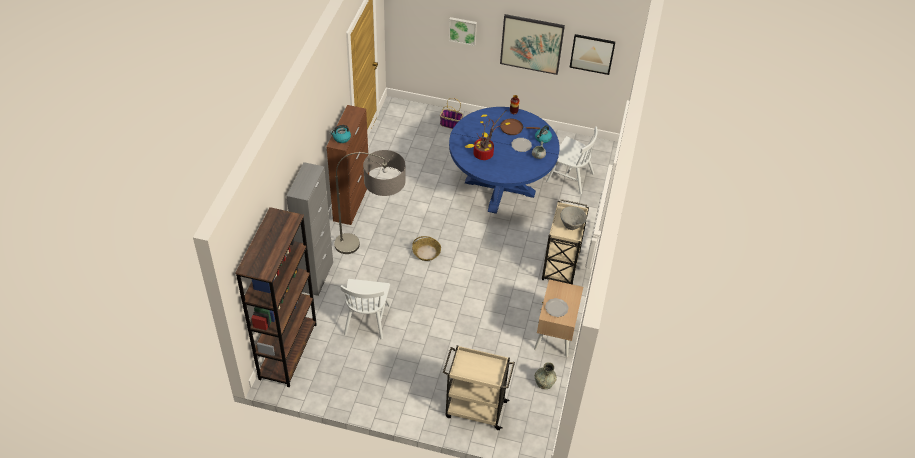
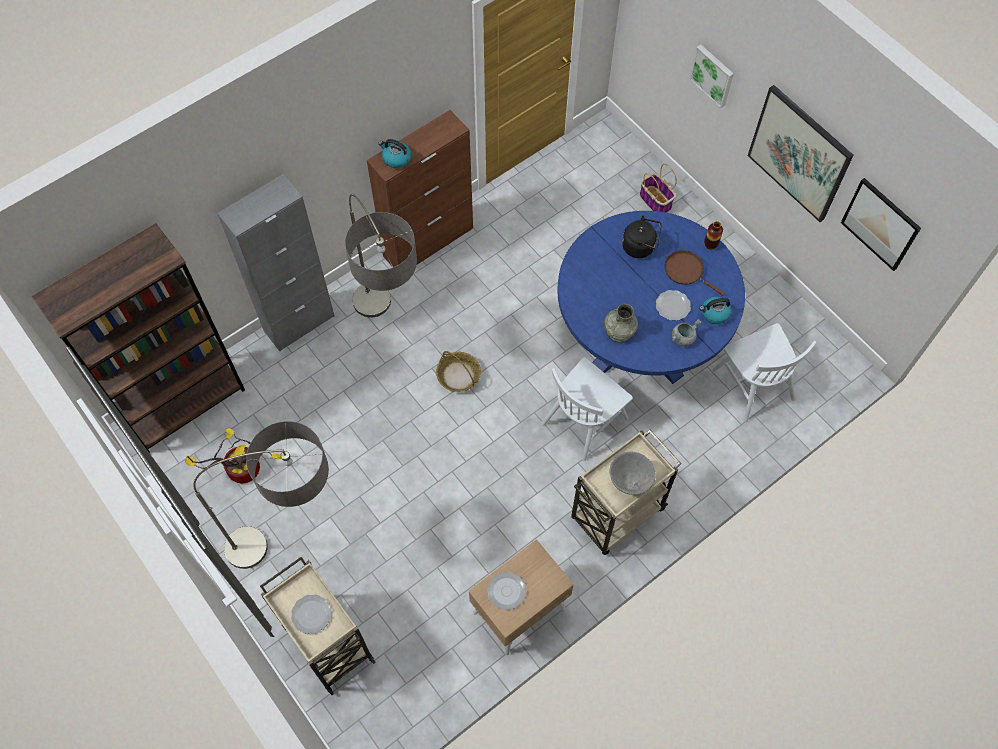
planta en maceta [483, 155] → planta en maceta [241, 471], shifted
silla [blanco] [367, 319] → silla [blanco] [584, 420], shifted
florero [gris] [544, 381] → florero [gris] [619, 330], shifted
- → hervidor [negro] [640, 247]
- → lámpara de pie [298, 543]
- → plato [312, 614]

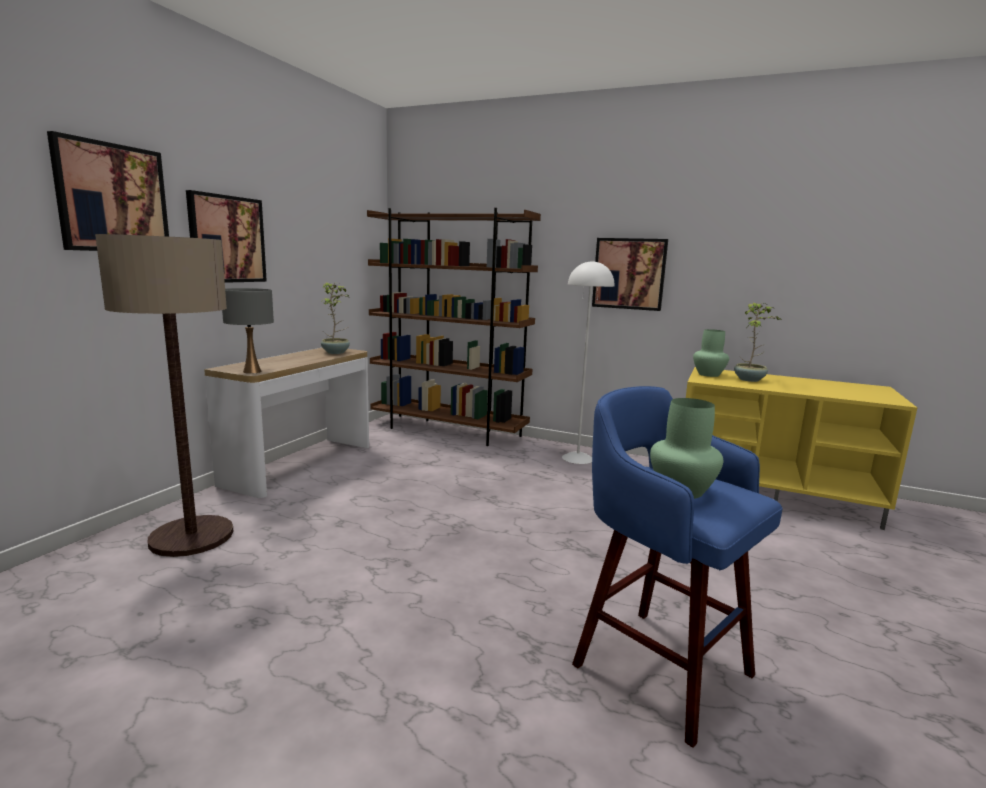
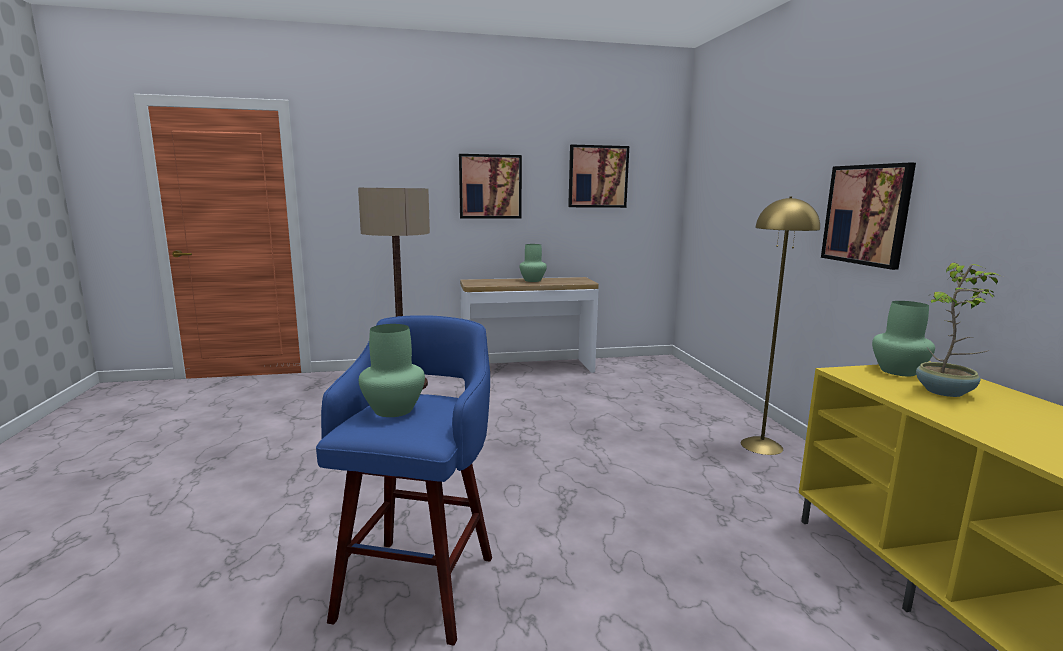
cuadro [112, 198] → cuadro [598, 176], shifted
estantería [marrón] [448, 431] → -
lámpara de pie [blanco] [577, 458] → lámpara de pie [amarillo] [761, 445]
planta en maceta [336, 352] → -
lámpara de mesa [gris] [251, 371] → -
- → florero [verde] [532, 280]

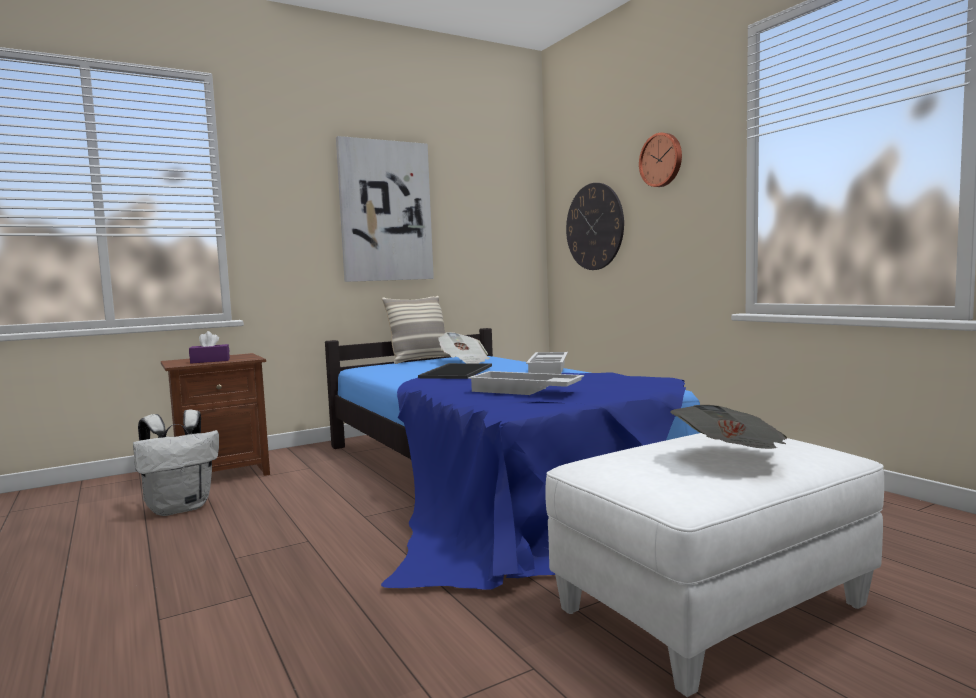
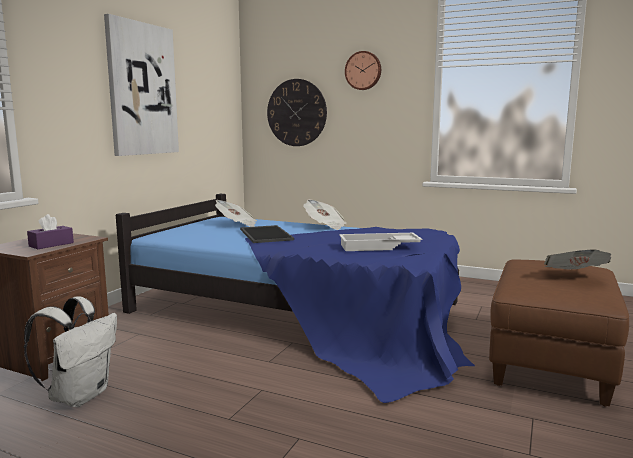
cojín [420, 359] → -
bandeja [blanco] [549, 368] → periódico [325, 226]
puf [blanco] [711, 608] → puf [marrón] [549, 362]

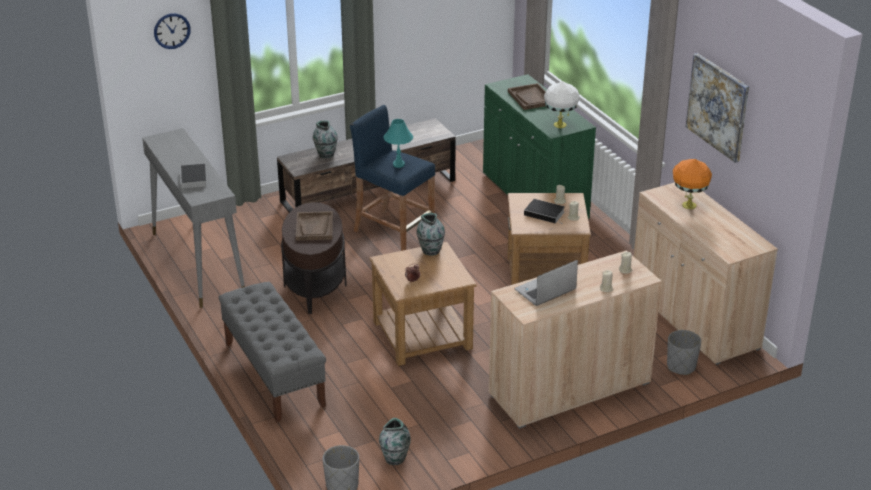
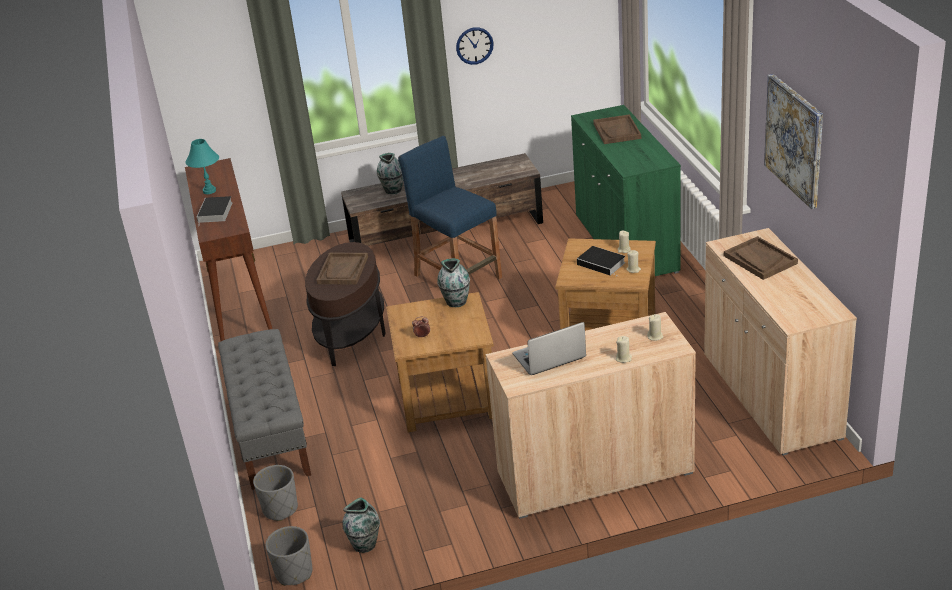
reloj de pared [172, 31] → reloj de pared [474, 45], shifted
lámpara de mesa [blanco] [560, 125] → -
lámpara de mesa [turquesa] [398, 165] → lámpara de mesa [turquesa] [209, 191], shifted
mesa consola [gris] [197, 263] → mesa consola [marrón] [239, 303]
lámpara de mesa [naranja] [688, 205] → bandeja [marrón] [760, 260]
maceta [gris] [681, 366] → maceta [gris] [280, 509], shifted

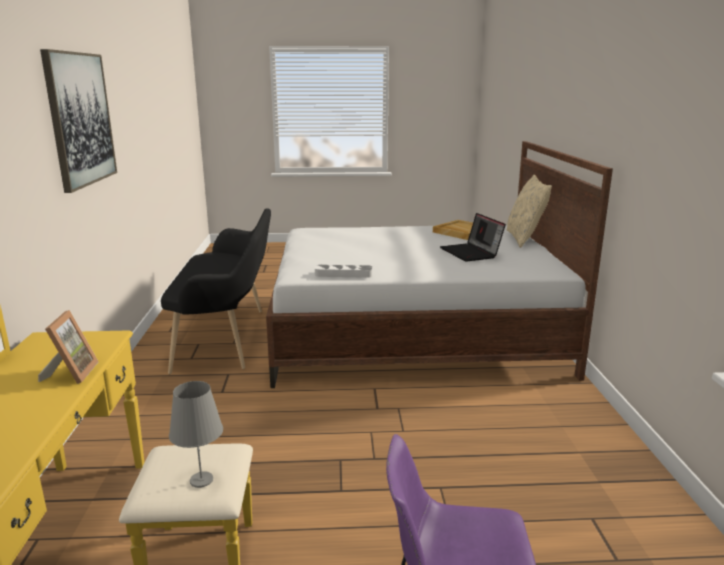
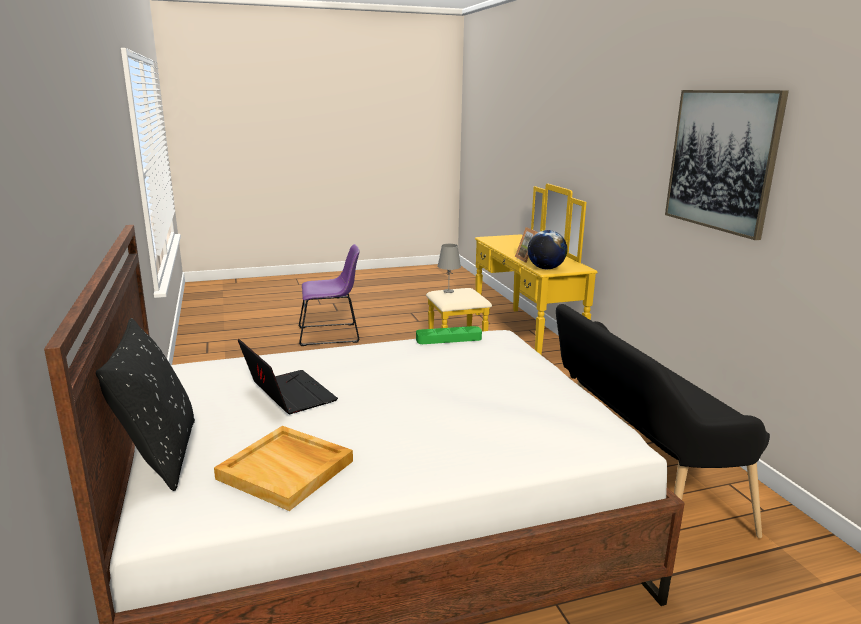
cojín [beis] [524, 239] → cojín [negro] [160, 456]
bandeja [gris] [343, 274] → bandeja [verde] [448, 339]
- → globo terráqueo [545, 268]

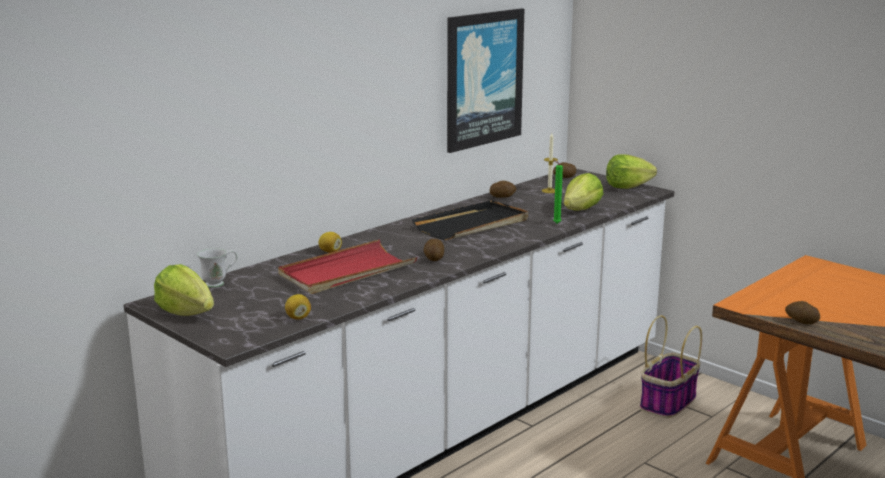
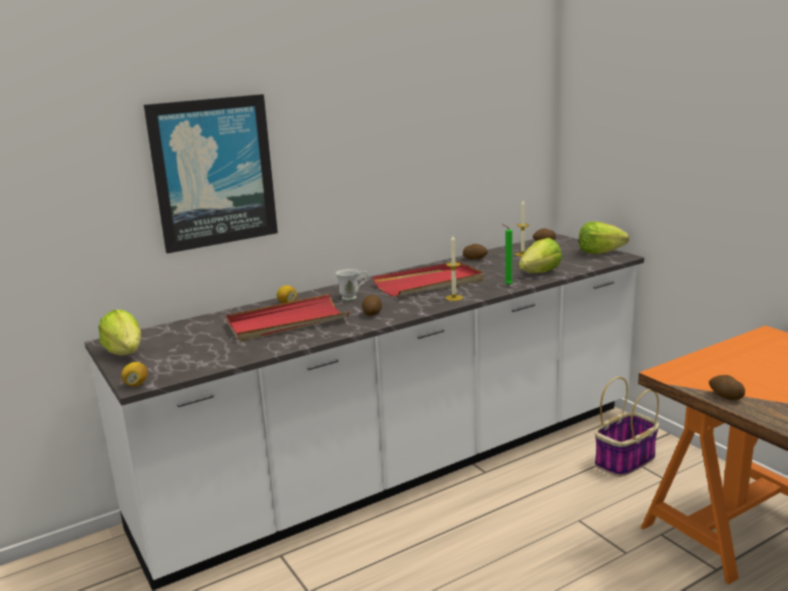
cuadro [483, 79] → cuadro [213, 172], shifted
bandeja [negro] [472, 225] → bandeja [rojo] [429, 283]
taza grande [blanco] [219, 283] → taza grande [blanco] [353, 297], shifted
limón [298, 317] → limón [136, 384], shifted
- → vela [454, 298]

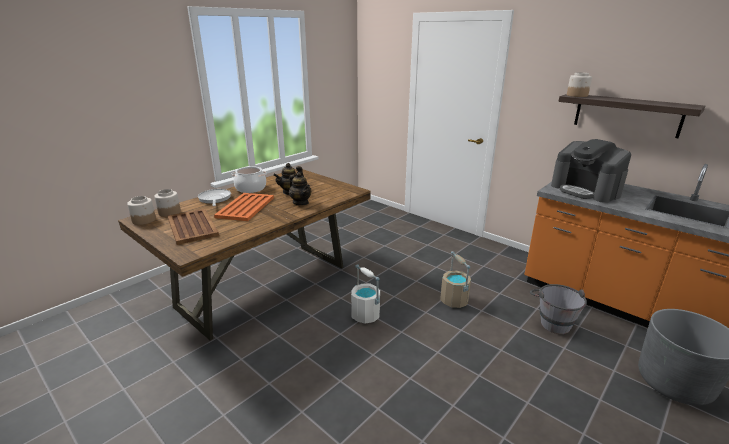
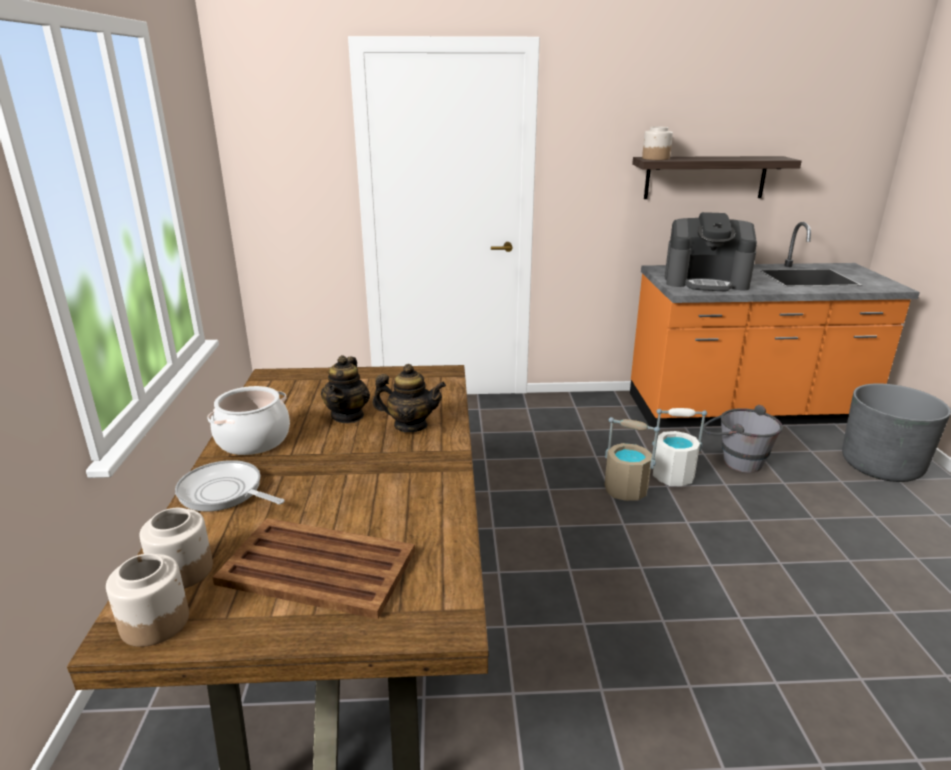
bandeja [naranja] [245, 207] → -
cubo [blanco] [366, 315] → cubo [blanco] [673, 476], shifted

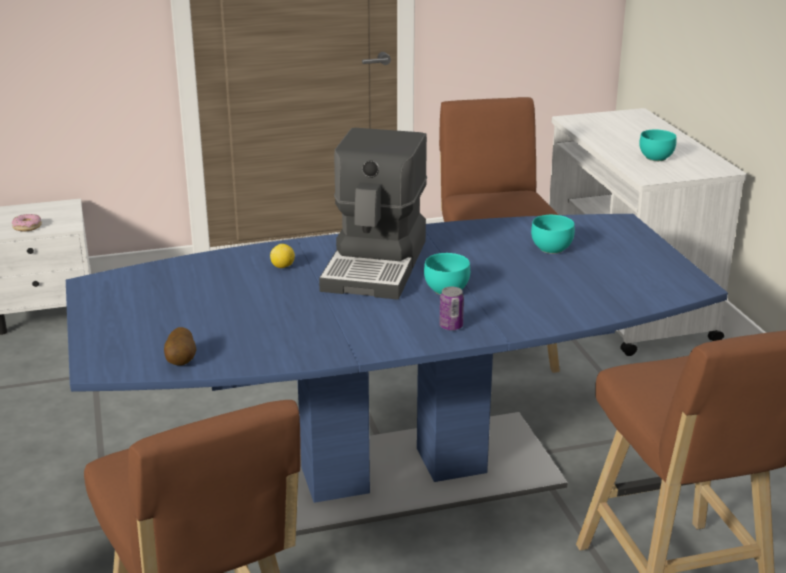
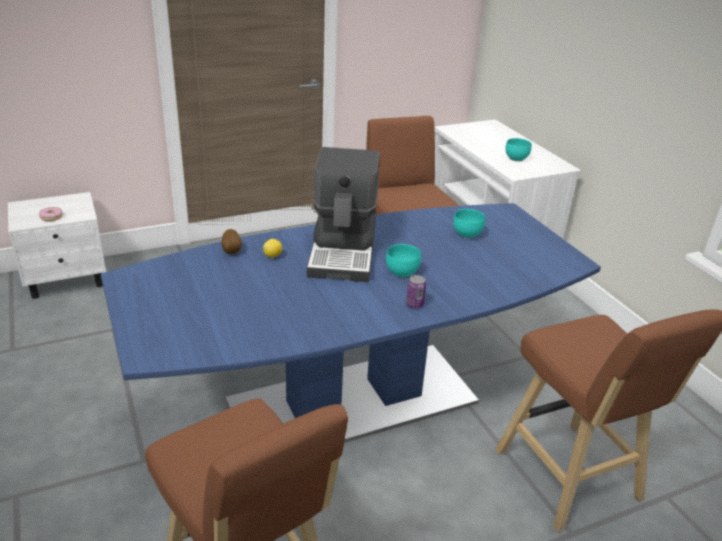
patata [182, 361] → patata [232, 251], shifted

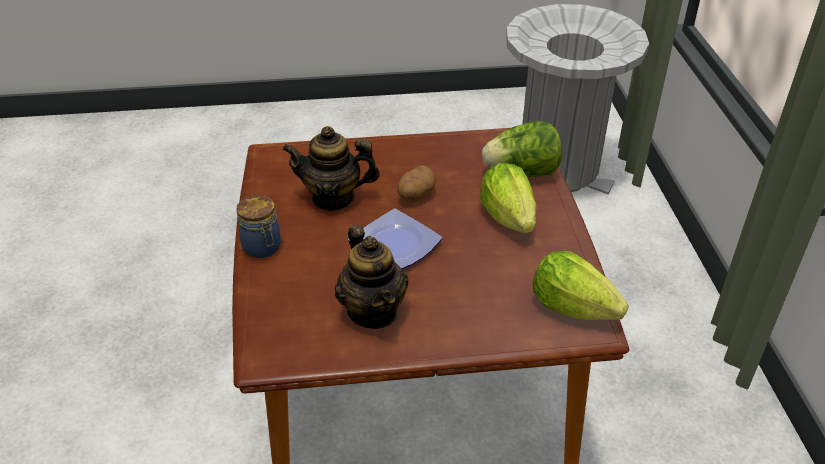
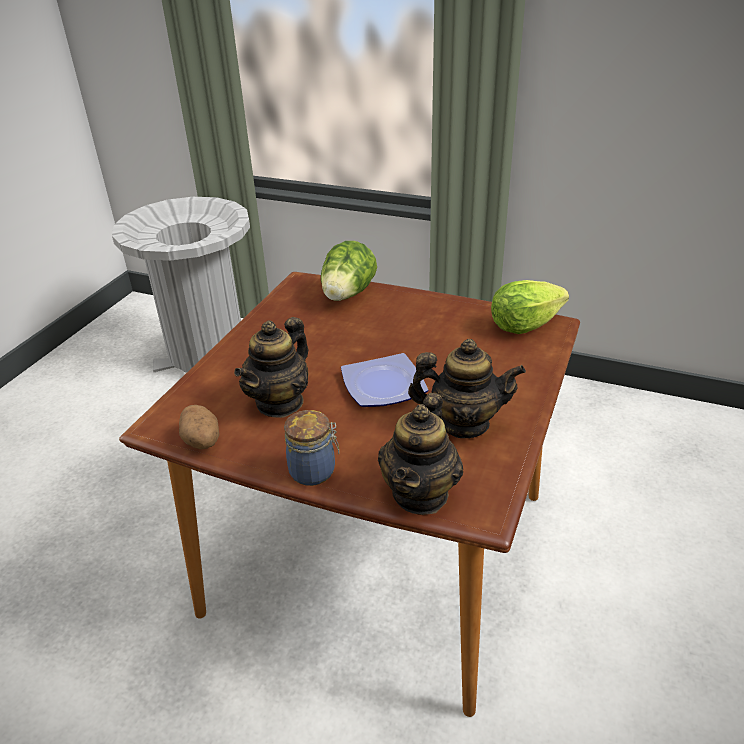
lechuga [508, 217] → -
patata [415, 196] → patata [202, 441], shifted
- → tetera [421, 494]

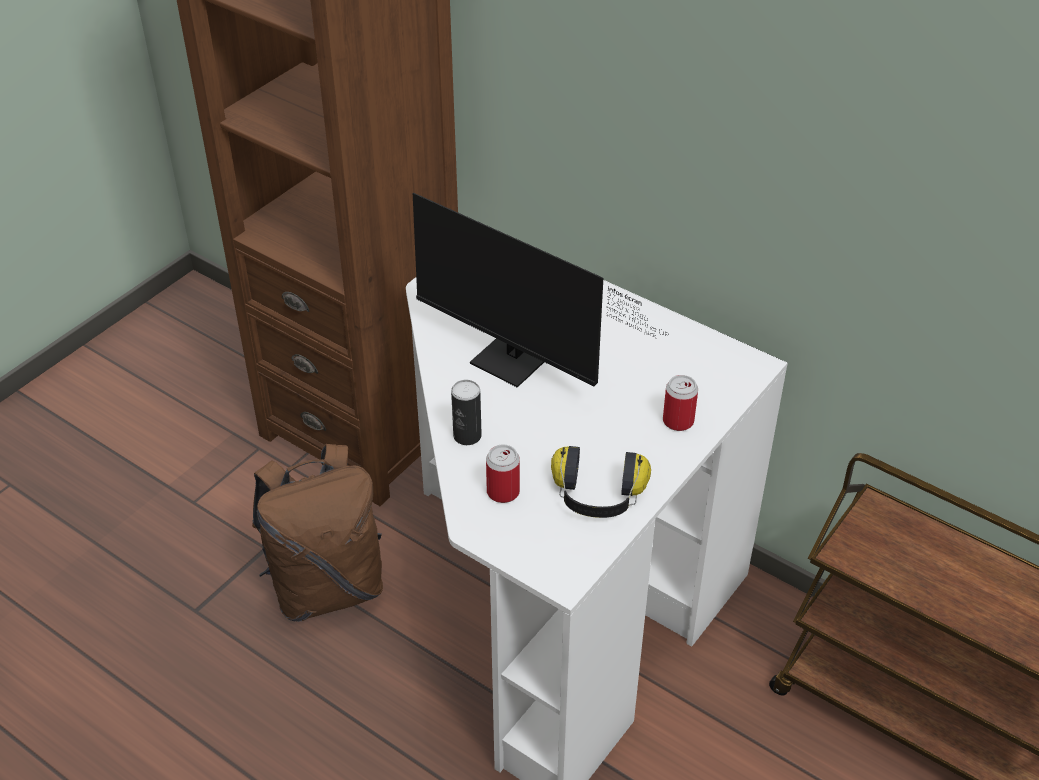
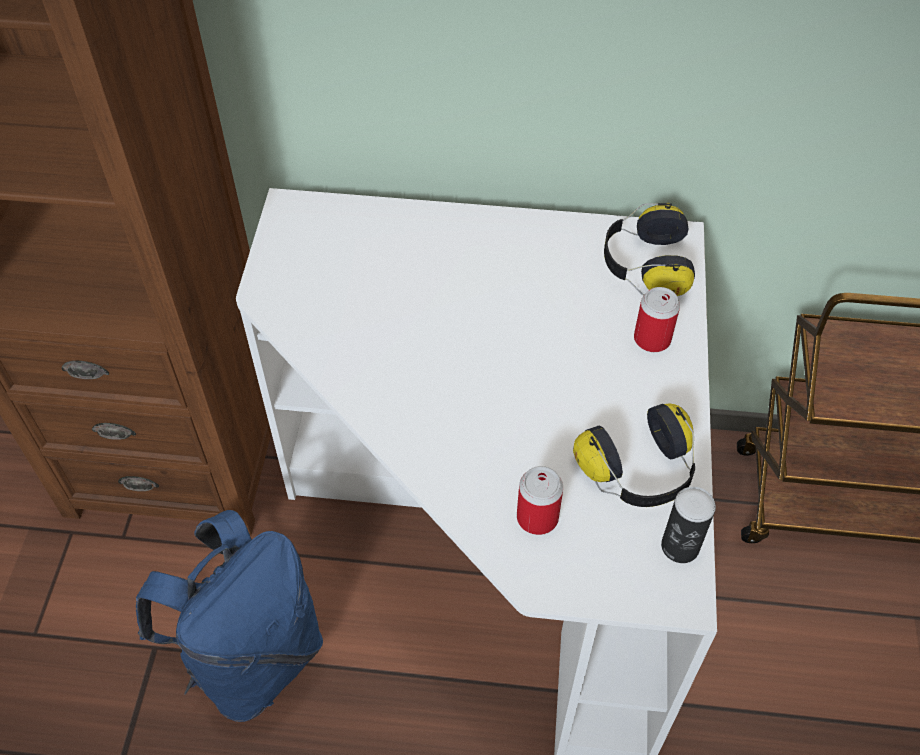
monitor [518, 365] → -
lata [467, 436] → lata [680, 546], shifted
mochila [marrón] [327, 586] → mochila [azul] [252, 657]
- → auriculares [644, 265]

